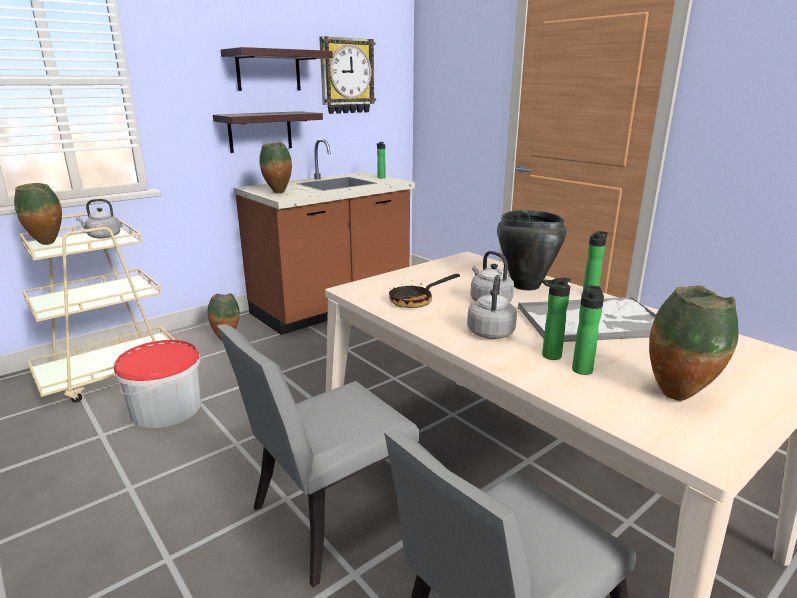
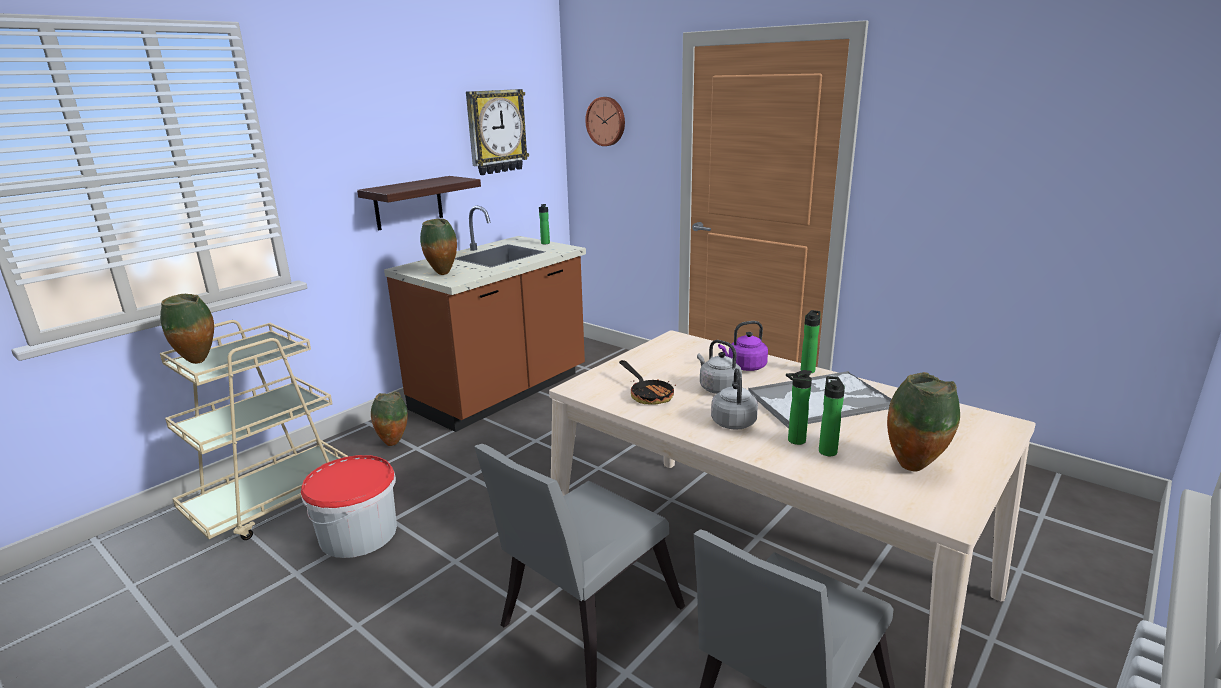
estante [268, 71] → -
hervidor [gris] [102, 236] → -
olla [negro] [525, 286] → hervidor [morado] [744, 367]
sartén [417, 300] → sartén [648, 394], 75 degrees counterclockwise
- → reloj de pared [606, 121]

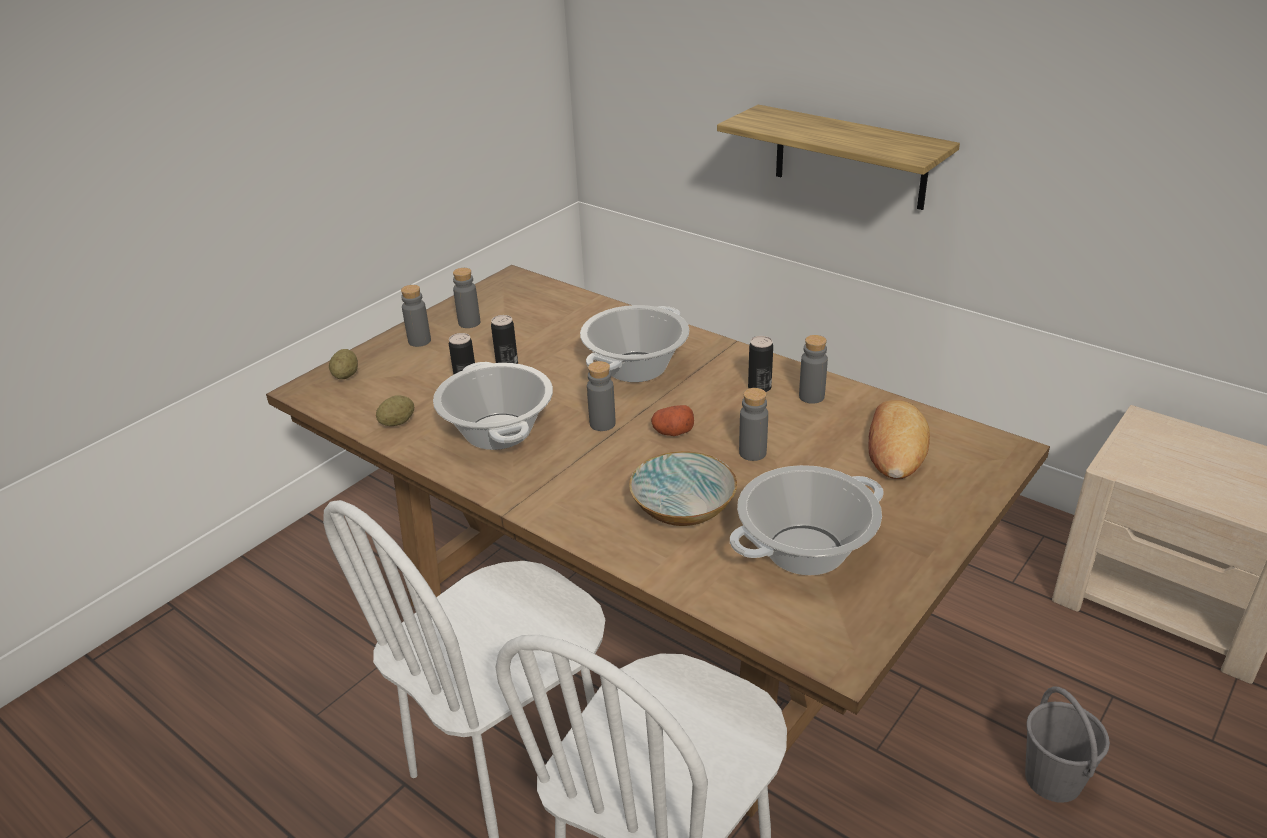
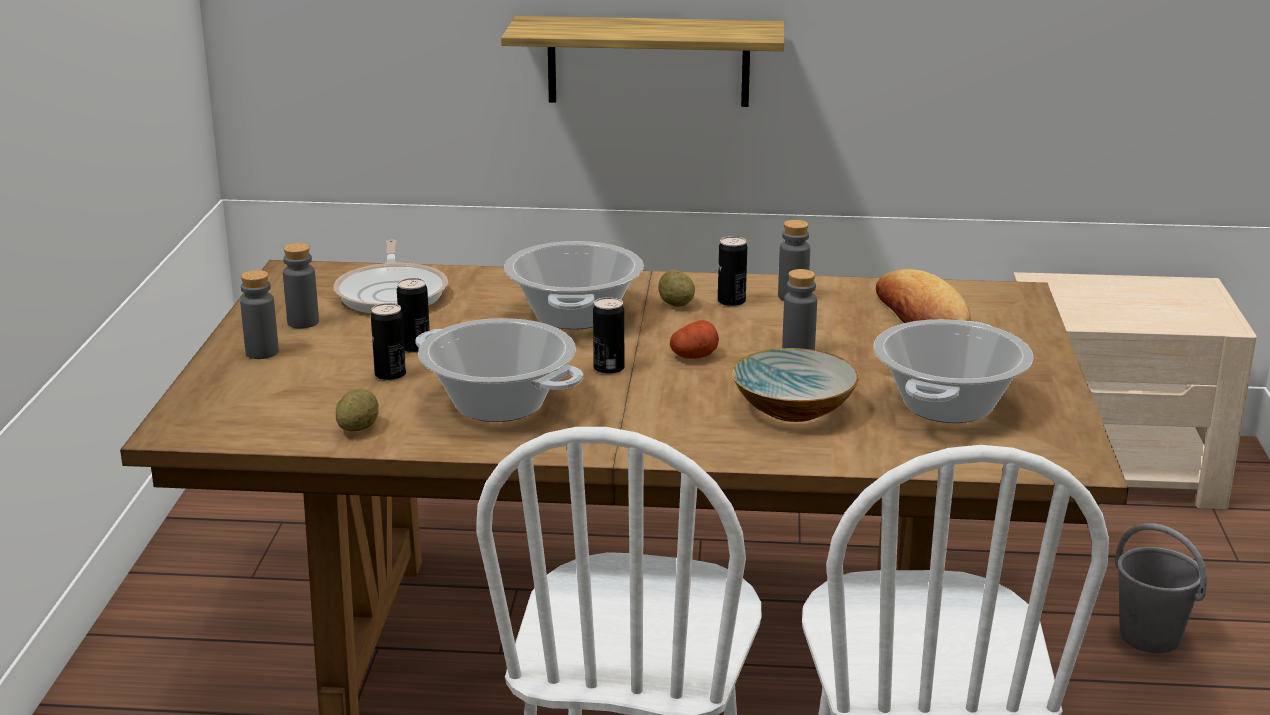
patata [346, 375] → patata [676, 304], shifted
botella [gris] [602, 424] → lata [609, 368]
- → sartén [393, 293]

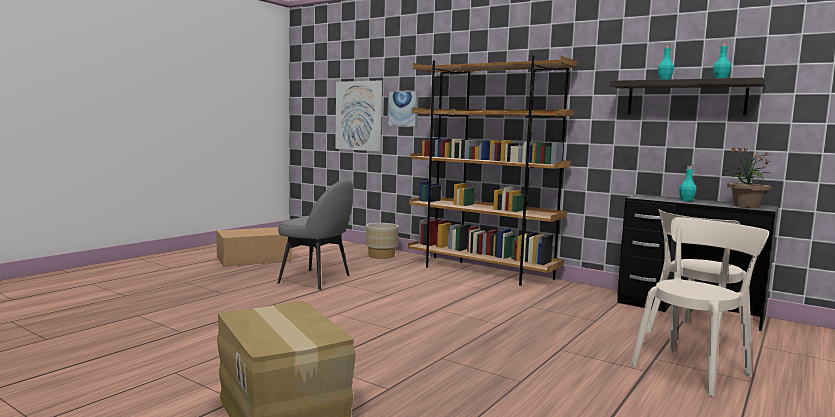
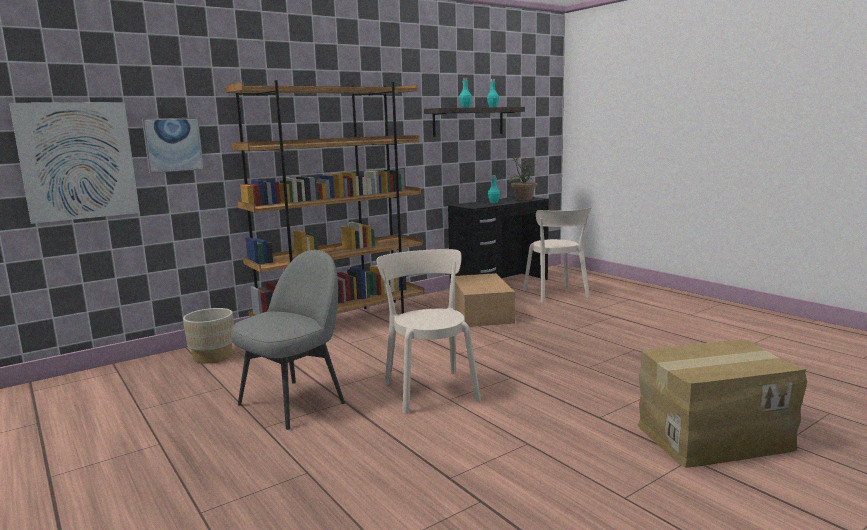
silla [beis] [692, 369] → silla [beis] [429, 389], shifted
caja de cartón [252, 259] → caja de cartón [481, 314], shifted

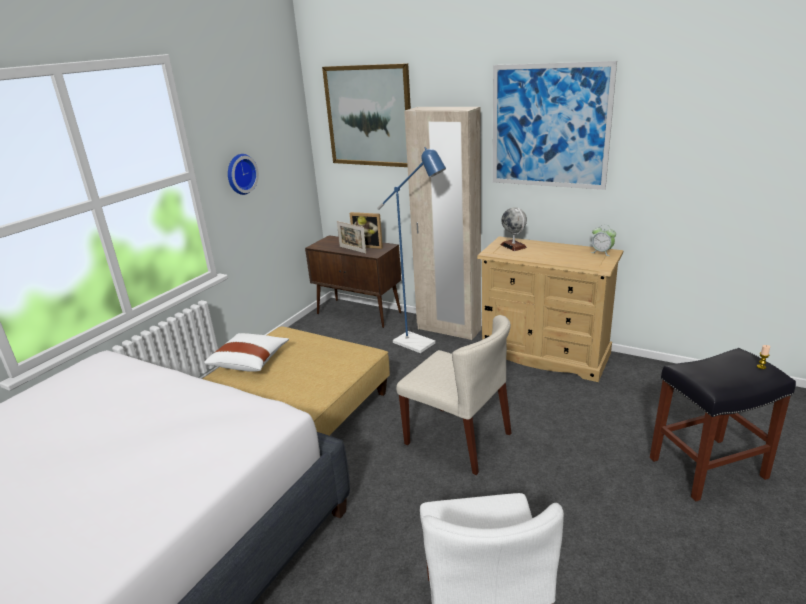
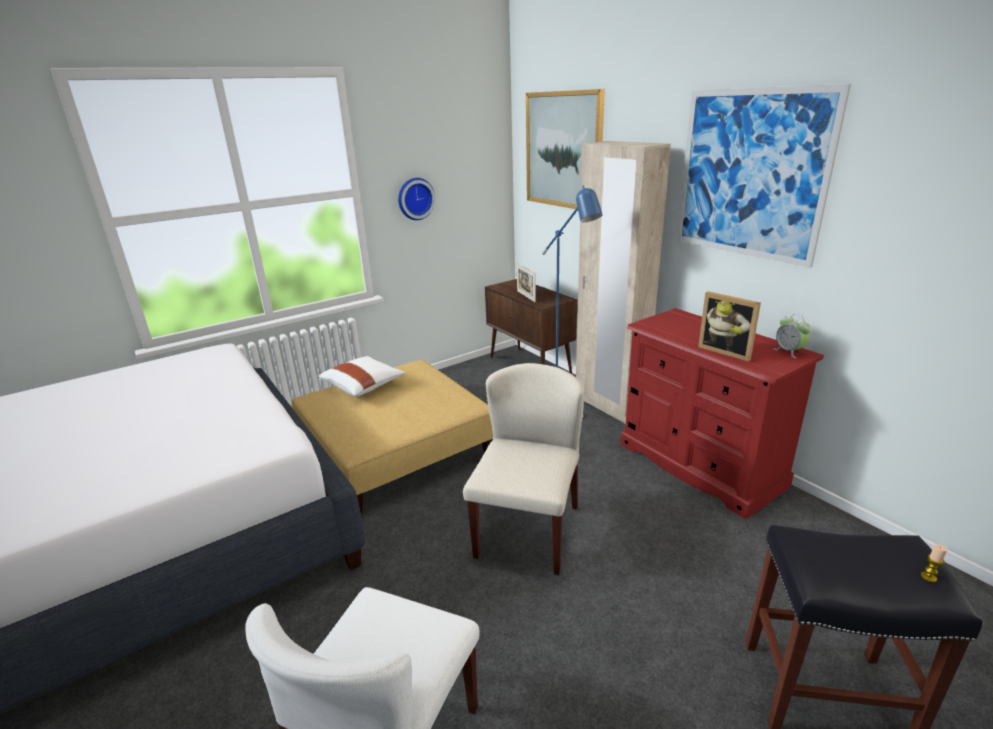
globo terráqueo [513, 246] → -
portarretratos [369, 246] → portarretratos [726, 351], shifted
cómoda [beis] [544, 355] → cómoda [rojo] [699, 465]
silla [beis] [458, 438] → silla [beis] [527, 530], 135 degrees counterclockwise

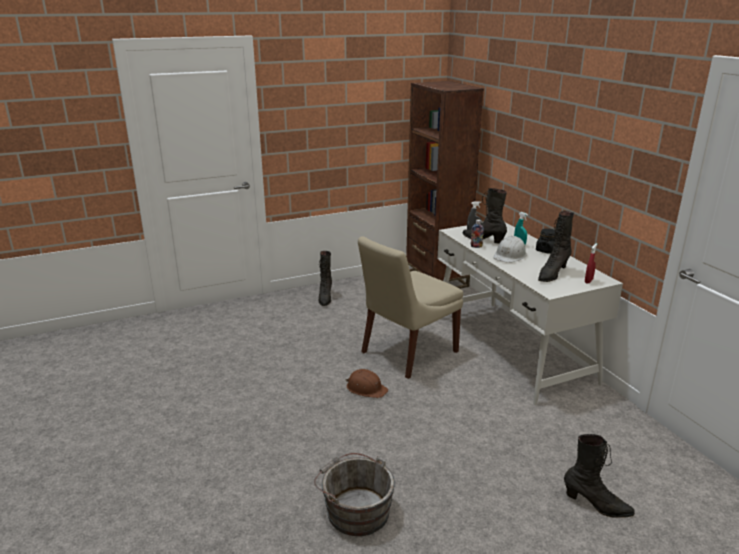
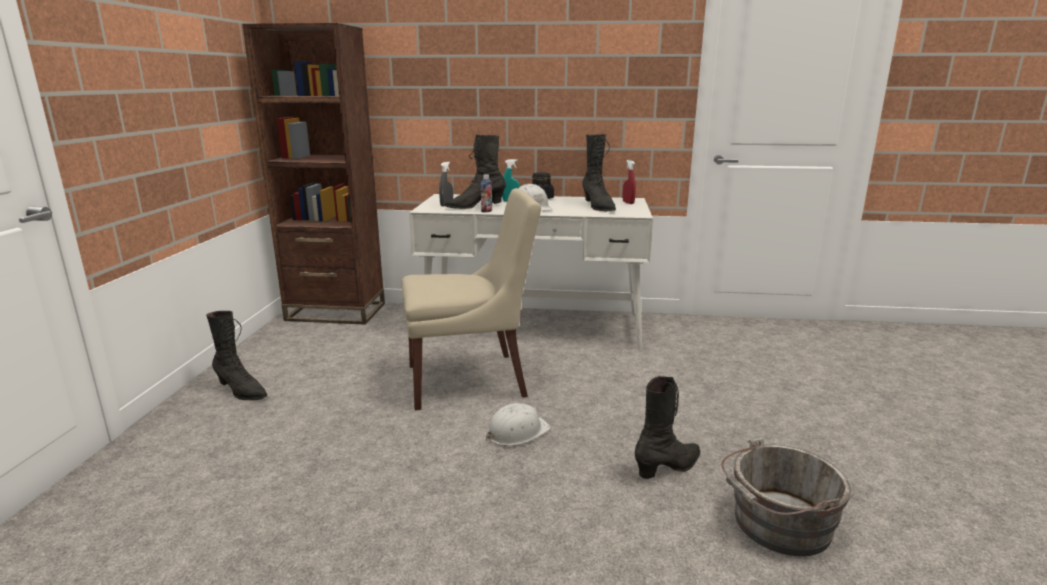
silla [beis] [407, 353] → silla [beis] [471, 380], 90 degrees counterclockwise
casco [marrón] [366, 388] → casco [blanco] [517, 432]
bota [negro] [596, 505] → bota [negro] [668, 467], shifted

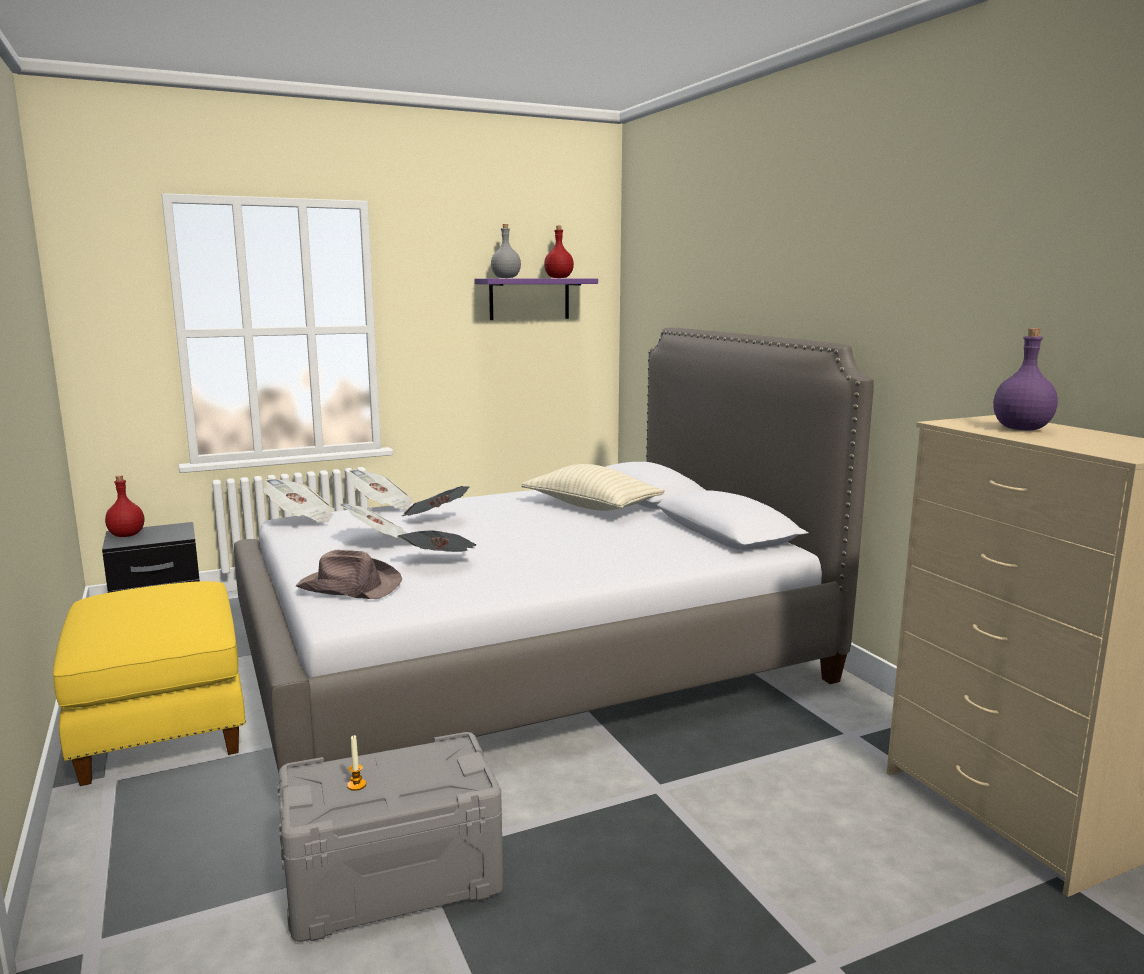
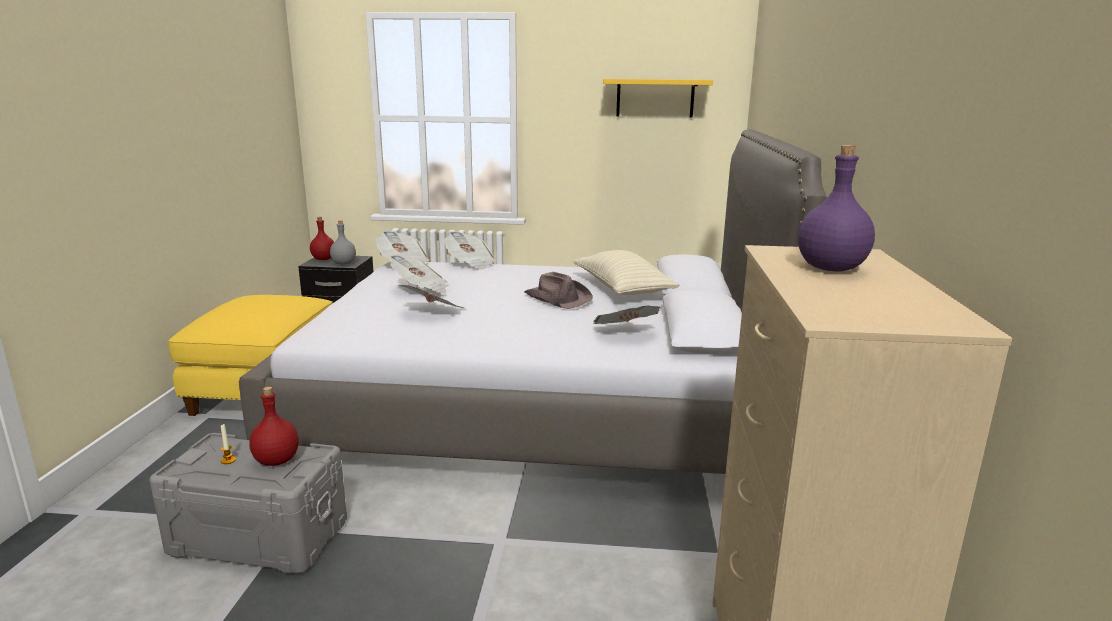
botella [gris] [506, 278] → botella [gris] [344, 263], shifted
botella [rojo] [559, 278] → botella [rojo] [277, 460], shifted
estante [morado] [529, 299] → estante [amarillo] [655, 98]
periódico [436, 519] → periódico [625, 333], shifted
sombrero [marrón] [349, 586] → sombrero [marrón] [557, 298], shifted

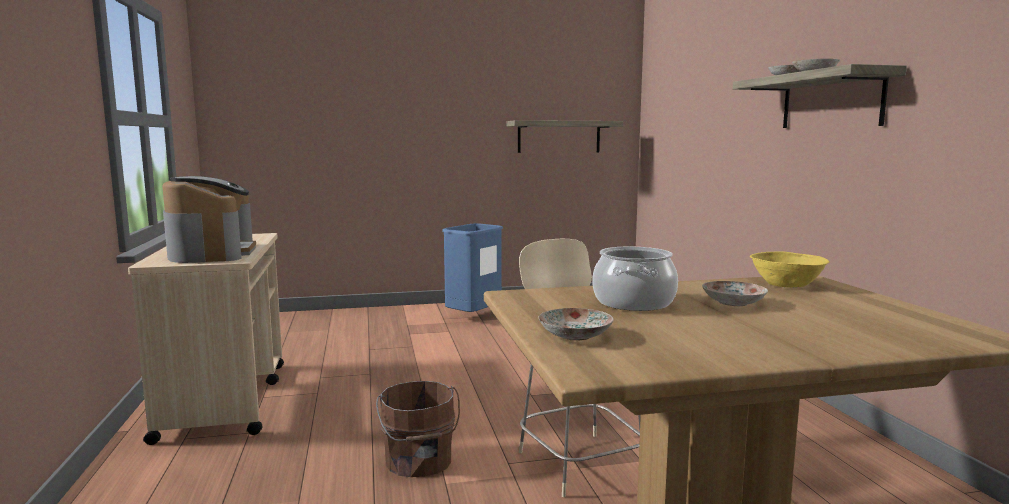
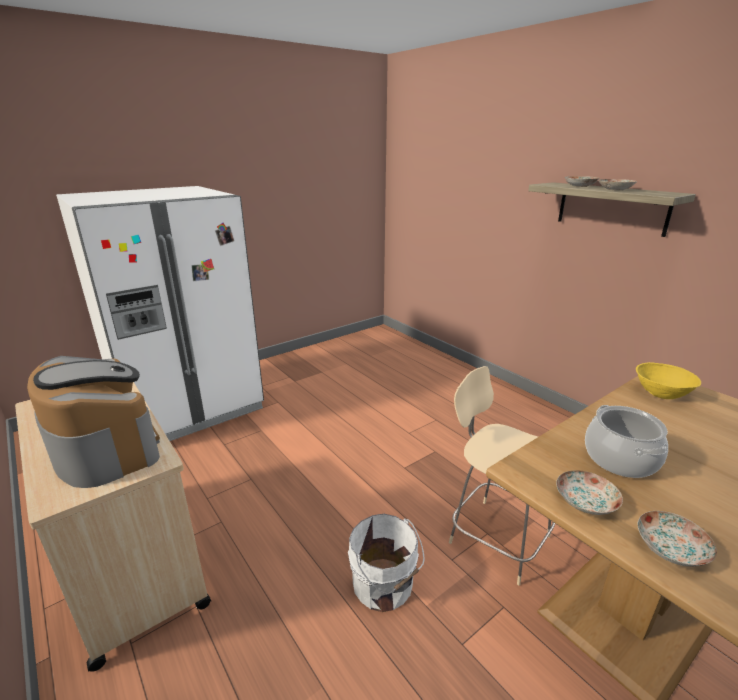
estante [559, 137] → -
papelera [azul] [473, 317] → -
plato [734, 303] → plato [586, 501], shifted
cubo [marrón] [418, 462] → cubo [blanco] [384, 586]
- → nevera [blanco] [189, 407]

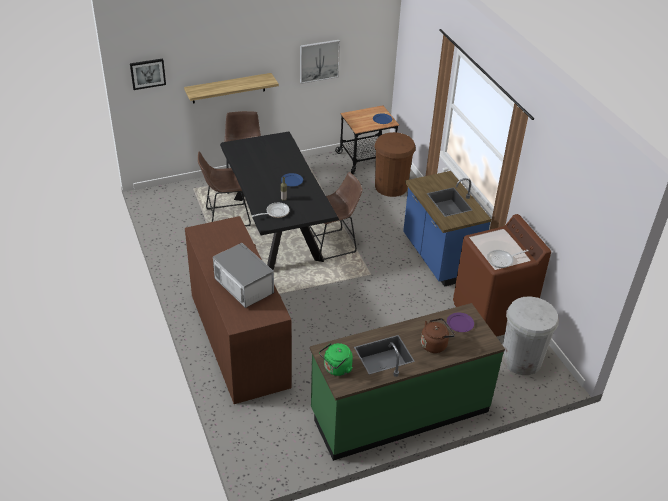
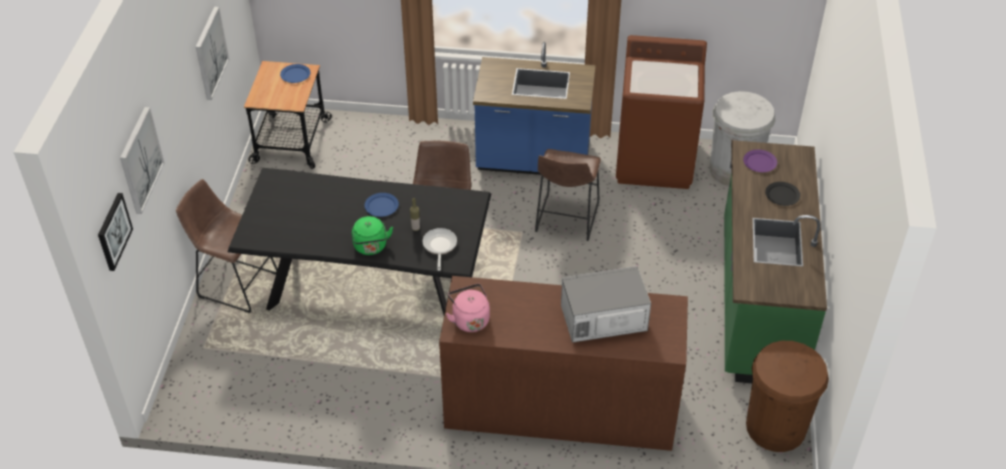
estante [228, 88] → -
papelera [marrón] [391, 186] → papelera [marrón] [775, 427], shifted
taburete [marrón] [225, 217] → taburete [marrón] [565, 220], shifted
sartén [502, 260] → -
hervidor [marrón] [435, 344] → plato [negro] [782, 195]
hervidor [verde] [336, 369] → hervidor [verde] [371, 247], shifted
- → cuadro [140, 160]
- → hervidor [rosa] [469, 319]

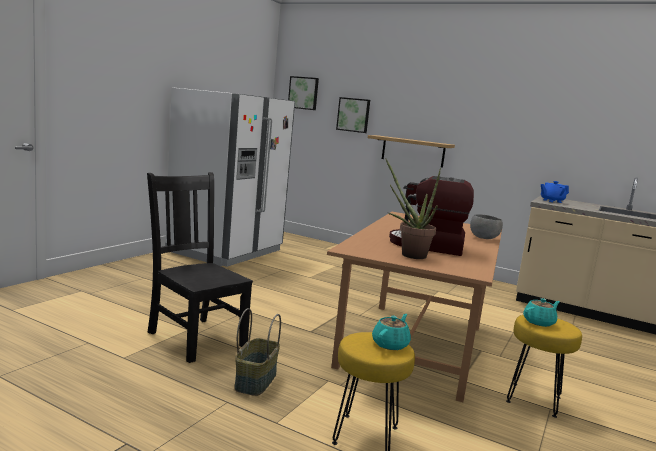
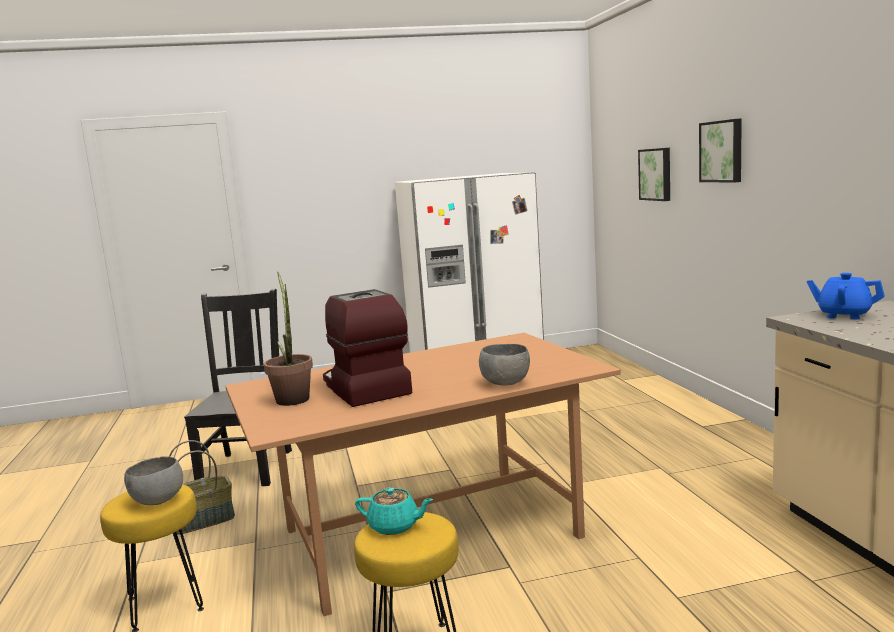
cuadro [303, 93] → cuadro [722, 151], shifted
estante [413, 151] → -
tetera [turquesa] [390, 344] → cuenco [gris] [157, 501]

